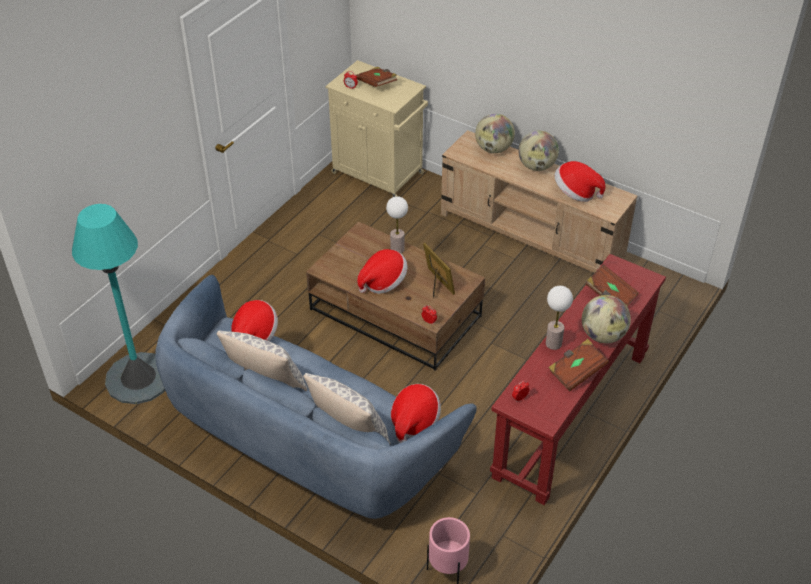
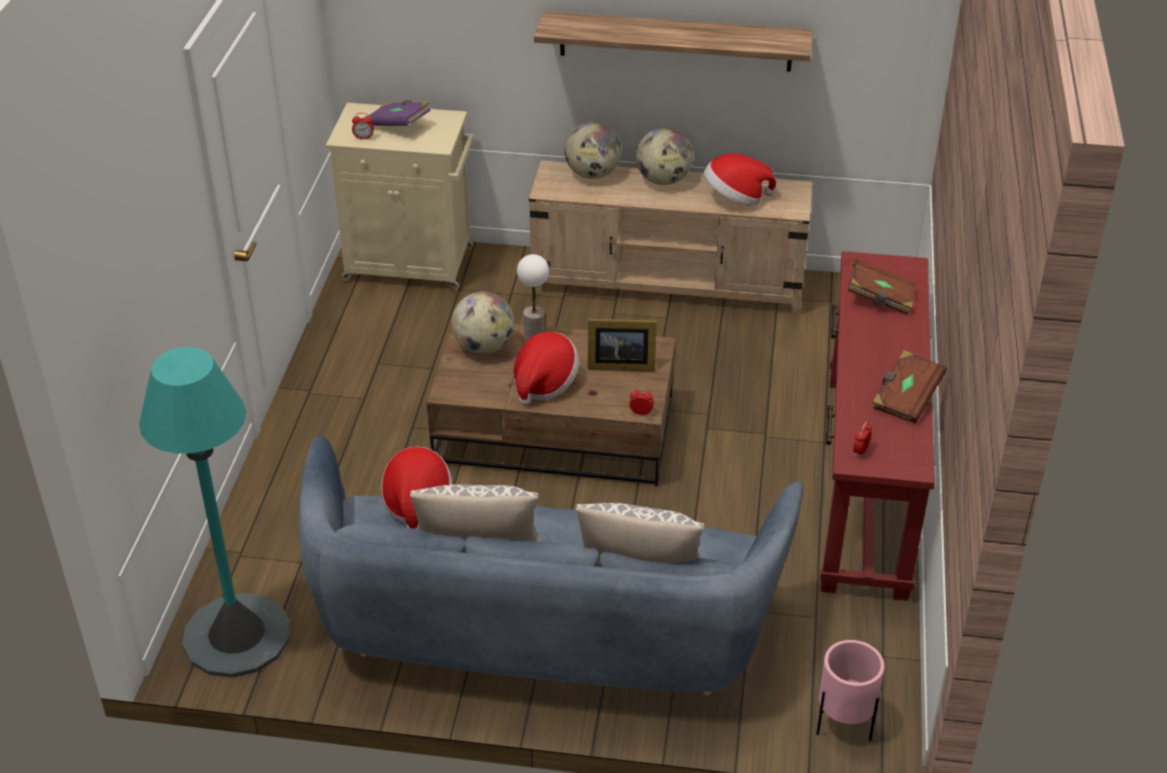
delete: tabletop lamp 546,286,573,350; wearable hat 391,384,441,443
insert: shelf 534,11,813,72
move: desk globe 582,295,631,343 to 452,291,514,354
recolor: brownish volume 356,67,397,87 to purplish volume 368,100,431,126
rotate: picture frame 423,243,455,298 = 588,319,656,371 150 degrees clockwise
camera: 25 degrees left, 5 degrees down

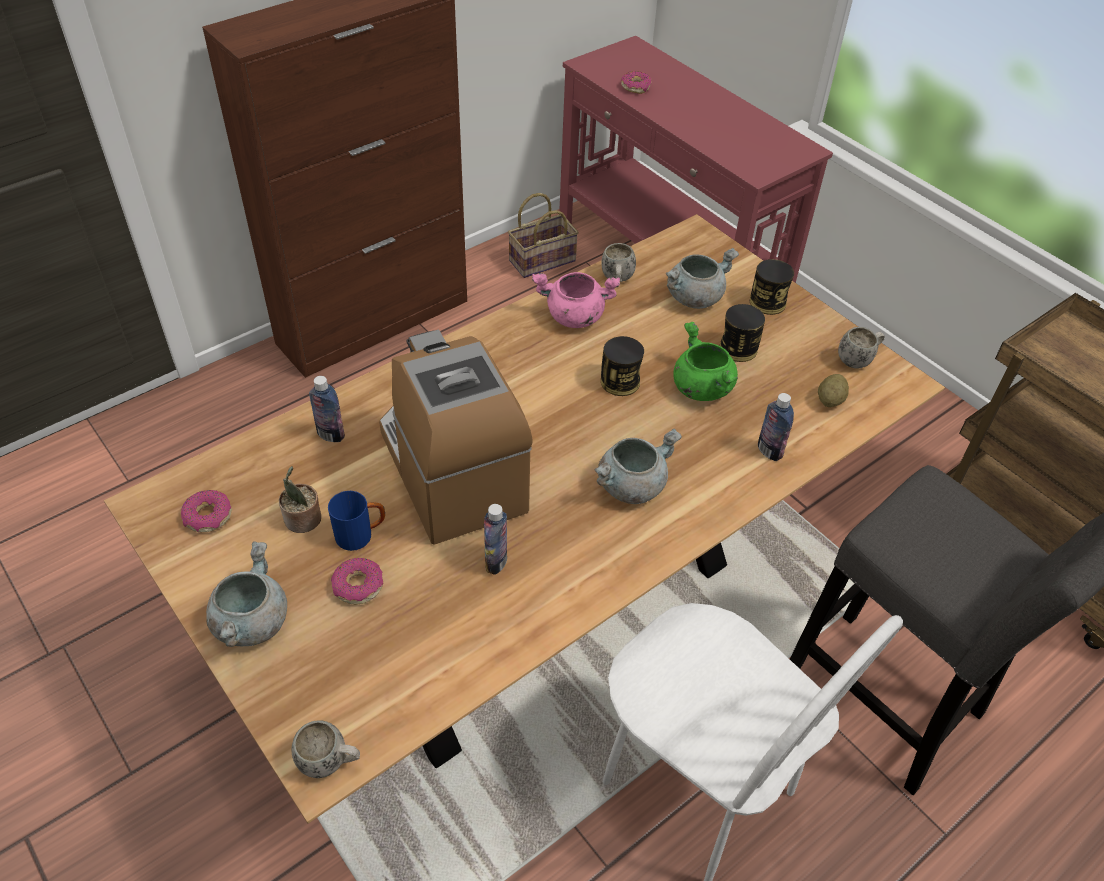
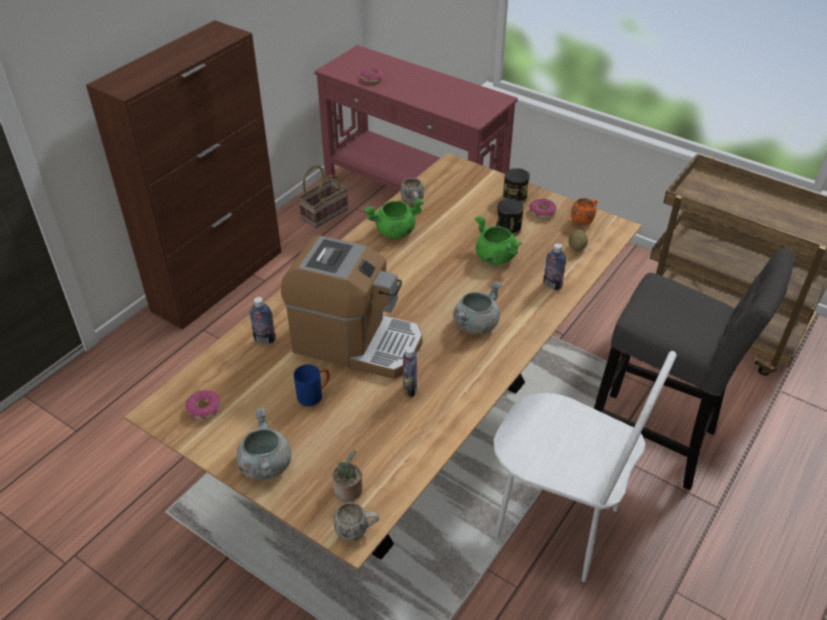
delete: gray cooking pot 666,248,739,309; metal can 601,336,644,396
move: houseplant 279,466,321,533 to 332,450,362,501; donut 331,558,383,605 to 529,199,557,219
recolor: pink-coloured cooking pot 532,272,620,328 to greenish cooking pot 364,198,424,238; white-coloured mug 838,327,885,369 to orangey mug 571,198,597,225
rotate: coffee maker 379,330,532,545 = 281,236,423,379 150 degrees clockwise
camera: 15 degrees left, 5 degrees down

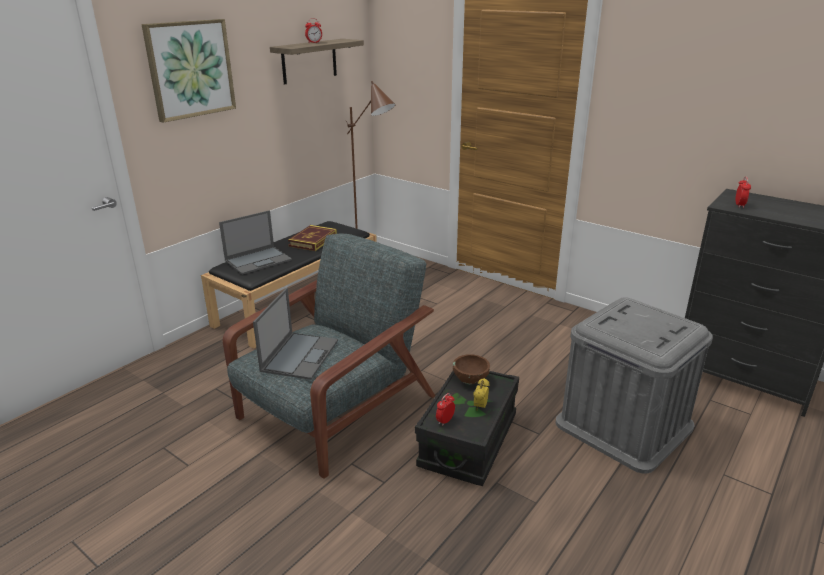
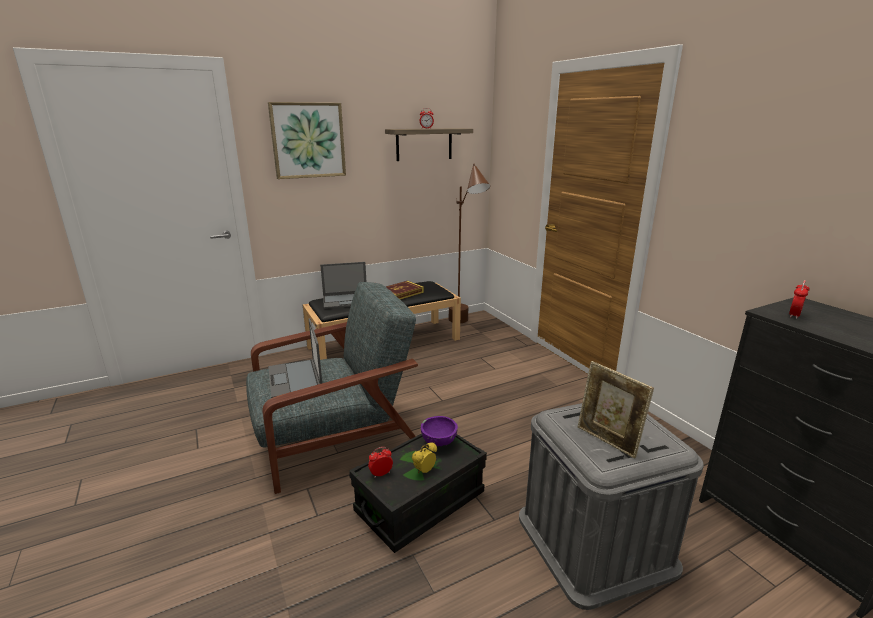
insert: picture frame 578,361,654,458
recolor: brownish deep dish 453,354,490,384 to purplish deep dish 421,416,458,446
rotate: laptop 253,288,338,380 = 268,319,322,398 120 degrees clockwise
camera: 25 degrees right, 5 degrees down

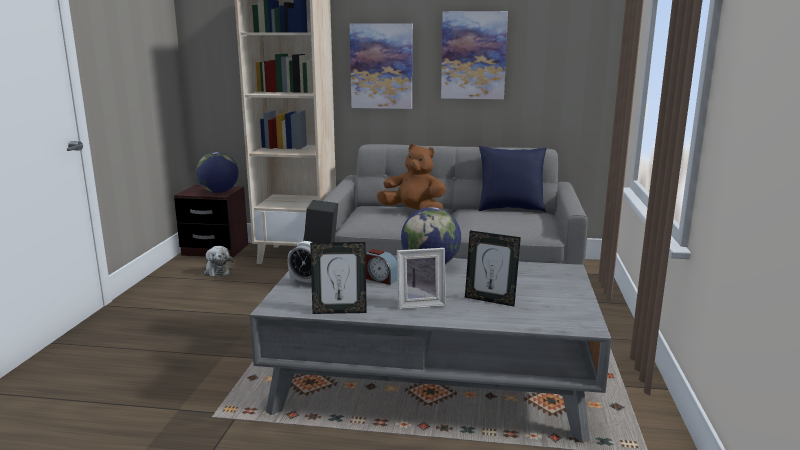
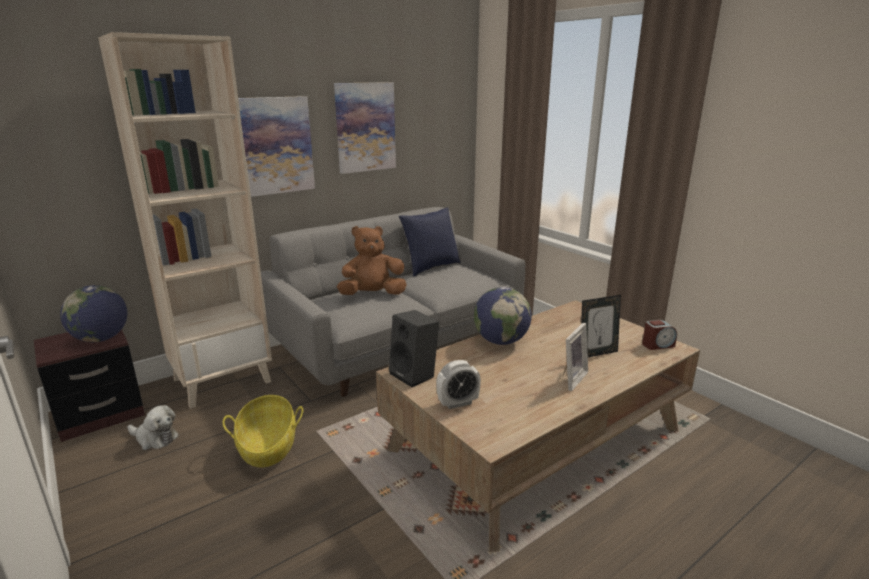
delete: picture frame 310,242,367,314
insert: household basket 223,395,303,468
move: bedside clock 366,249,397,285 to 642,320,677,350
recolor: gray lounge table 250,255,611,443 to brownish lounge table 376,300,700,552
camera: 45 degrees left, 5 degrees up

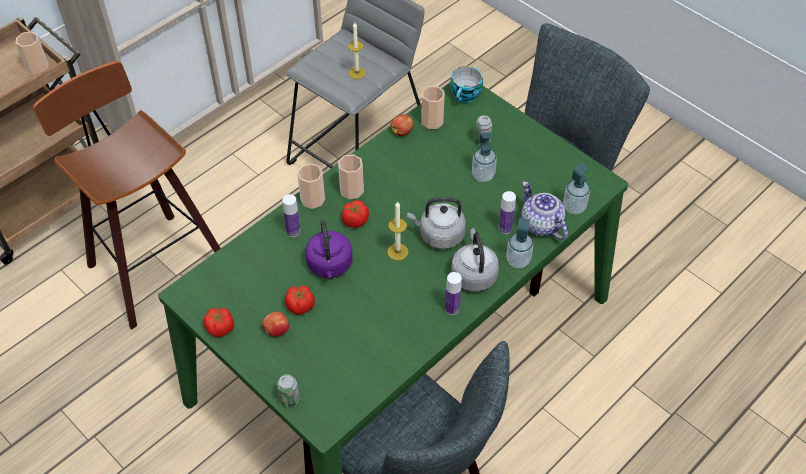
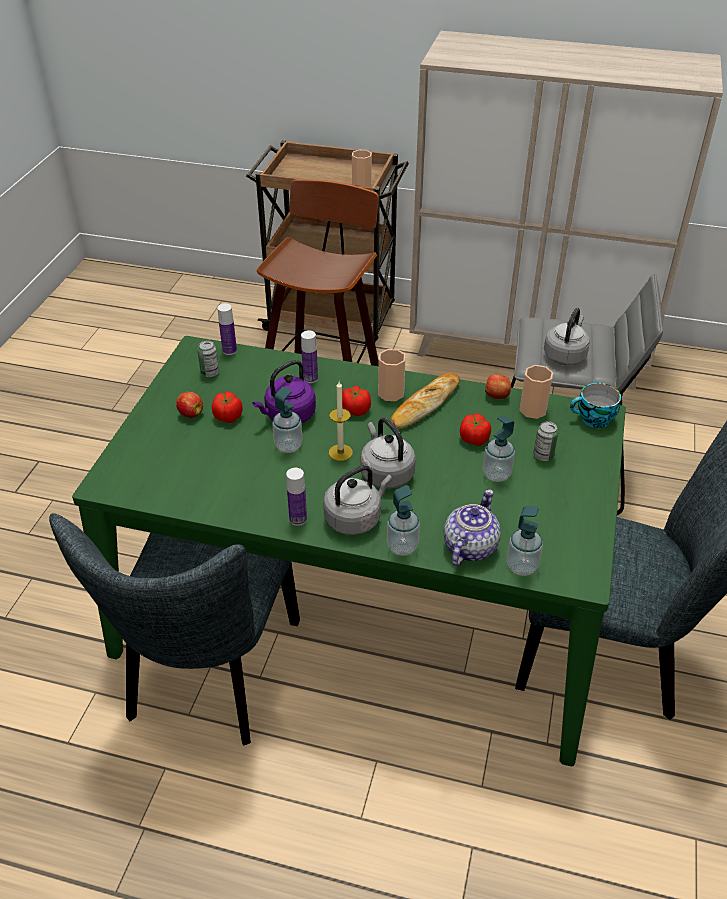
delete: small cup 297,163,325,209
insert: bread 390,373,460,429; soap bottle 272,386,302,453
move: drink bottle 498,191,516,234 to 217,304,237,355; whole tomato 203,308,234,337 to 460,413,491,446; metal can 277,374,299,408 to 197,341,219,378
replace: candle 348,22,366,79 to gray kettle 544,308,590,365
camera: 60 degrees right, 10 degrees down

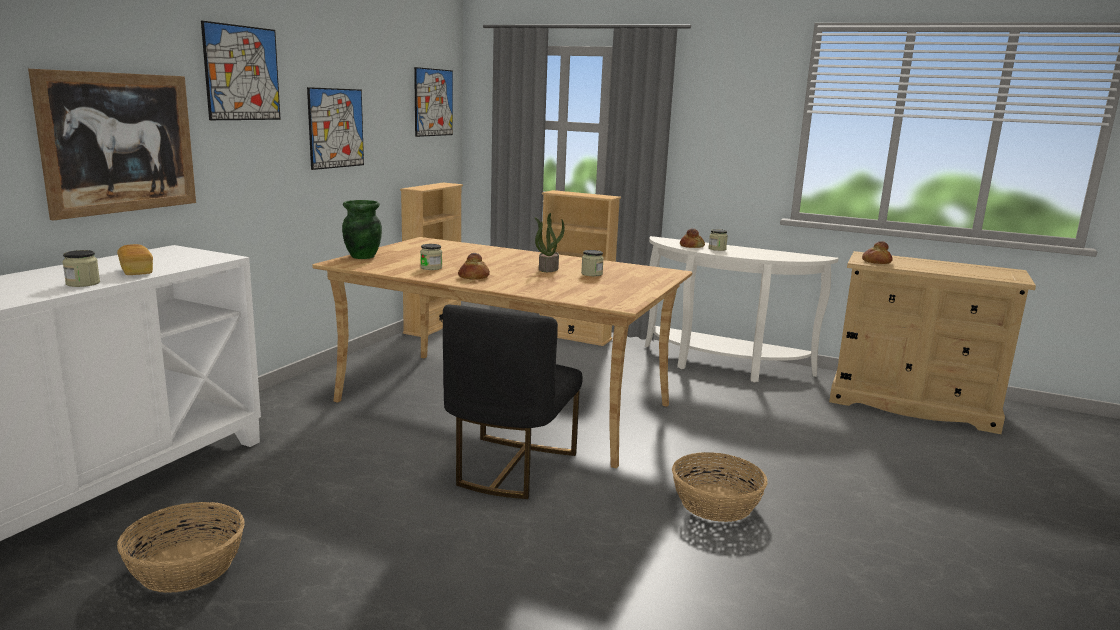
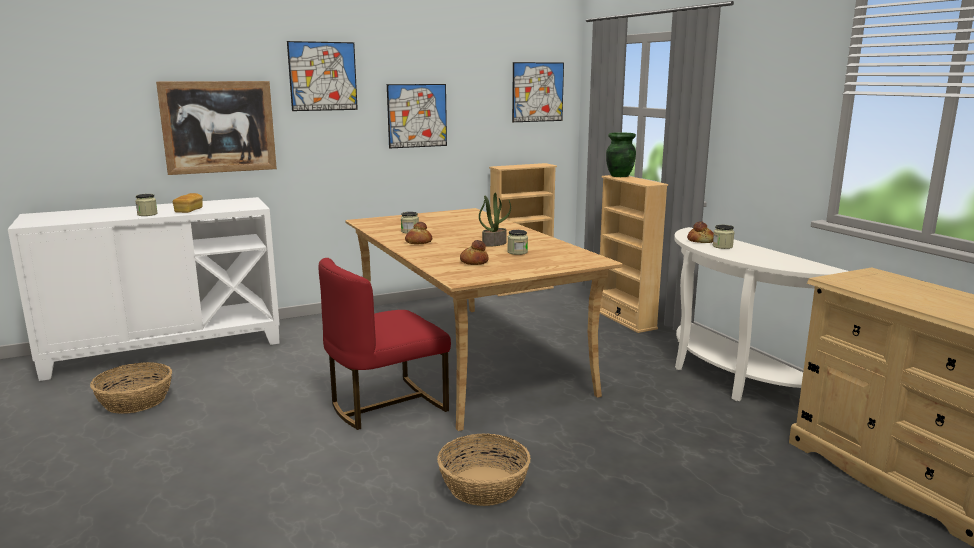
move: greenish decorative vase 342,200,382,259 to 606,132,636,177; bread 862,241,892,264 to 460,240,489,265
recolor: black-coloured chair 443,305,583,499 to red chair 319,258,451,430
camera: 40 degrees right, 0 degrees up

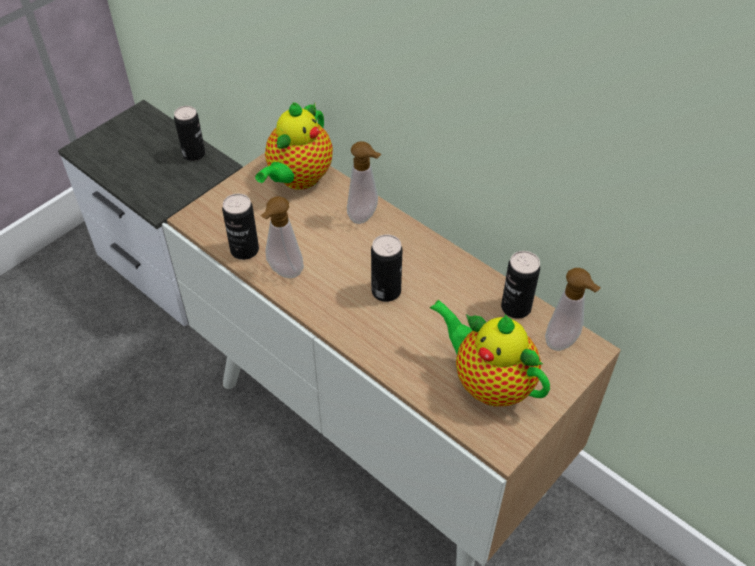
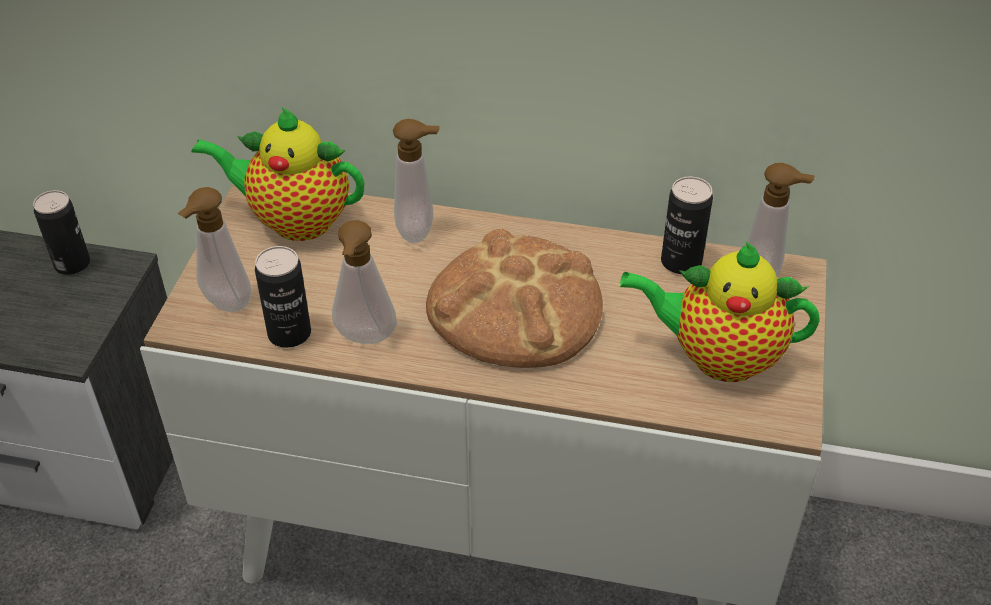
insert: soap bottle 177,187,251,312
replace: metal can 371,234,402,302 to bread 426,229,603,368
rotate: tea pot 255,102,333,190 = 191,106,364,241 105 degrees clockwise
camera: 30 degrees left, 5 degrees down

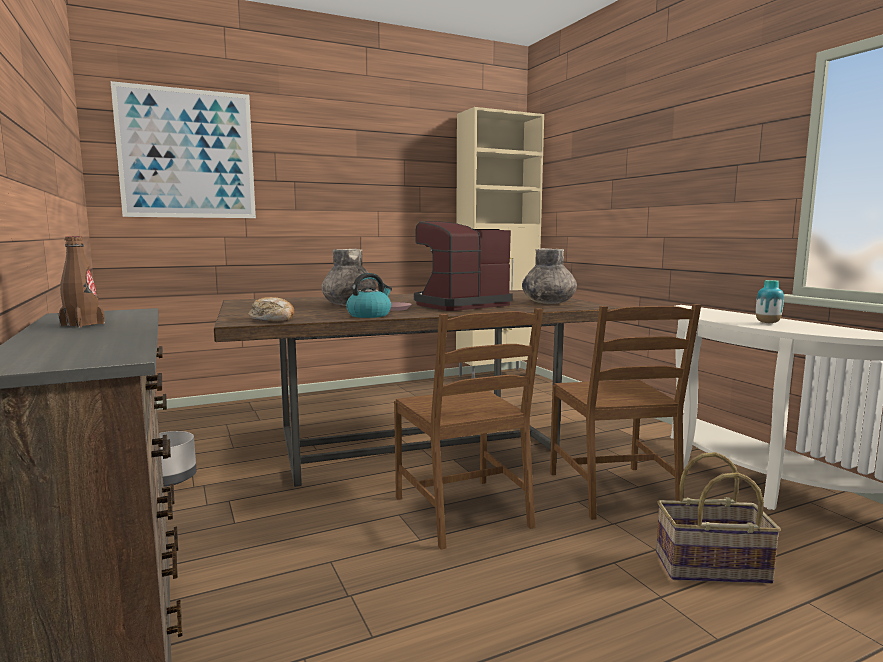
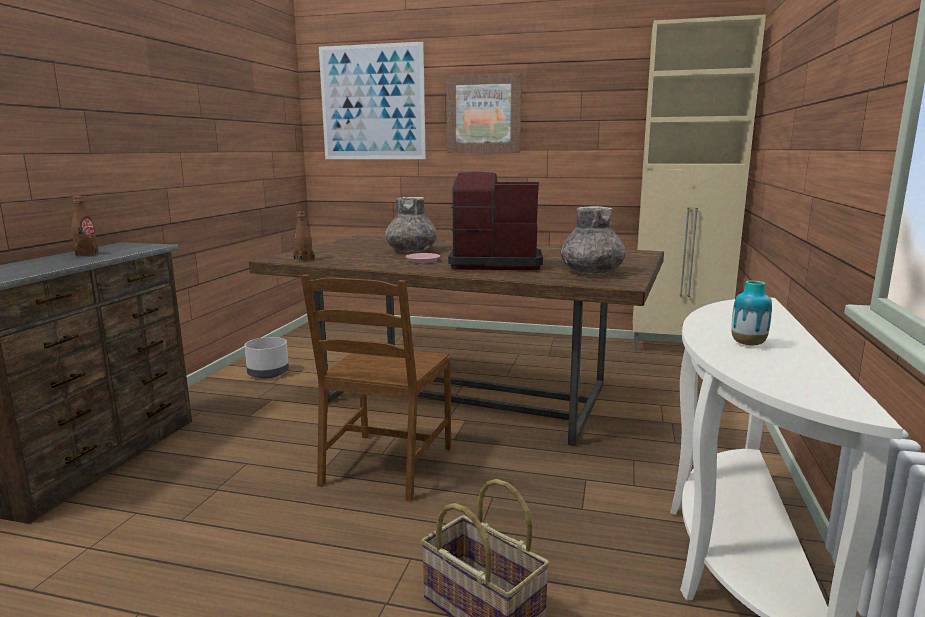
delete: kettle 346,273,392,318; brownish chair 550,304,701,520
insert: wall picture 446,73,522,153
replace: bread 249,297,294,321 to brownish drink bottle 293,212,314,262
camera: 40 degrees right, 5 degrees up

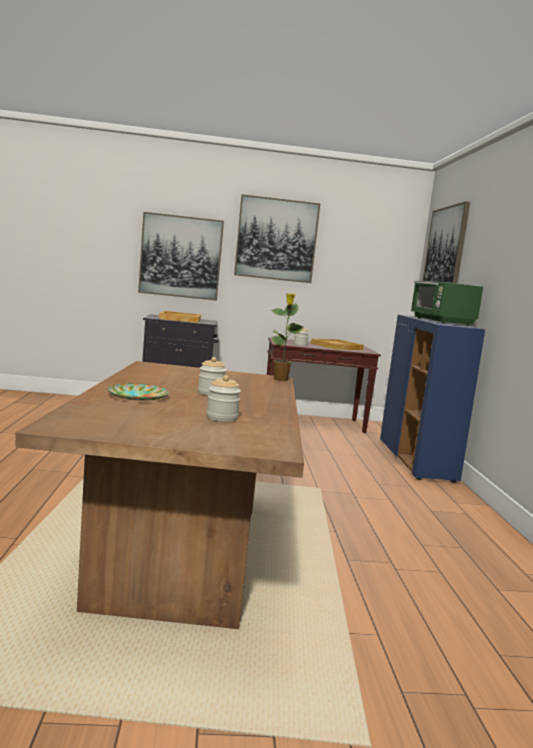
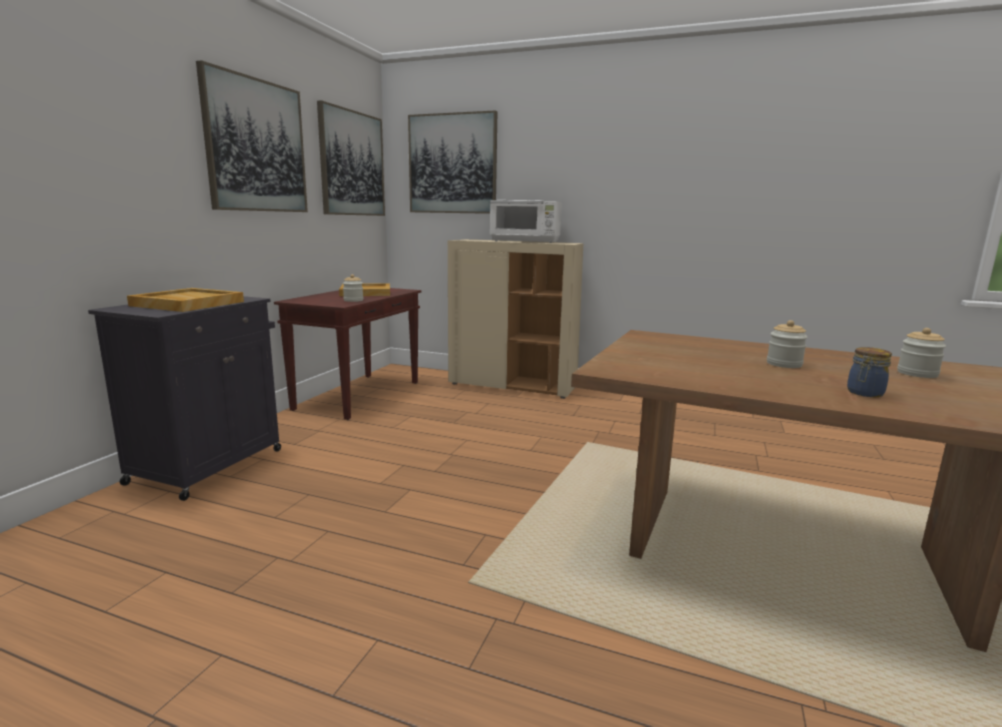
delete: houseplant 270,293,303,381
move: wall picture 138,212,224,301 to 317,100,385,216
replace: flat dish 107,384,169,401 to preserve jar 847,347,892,397
recolor: greenish microwave oven 411,281,483,326 to white-coloured microwave oven 490,200,562,243; blue storage cabinet 380,315,485,483 to sand-coloured storage cabinet 448,239,583,399
camera: 65 degrees left, 5 degrees up

